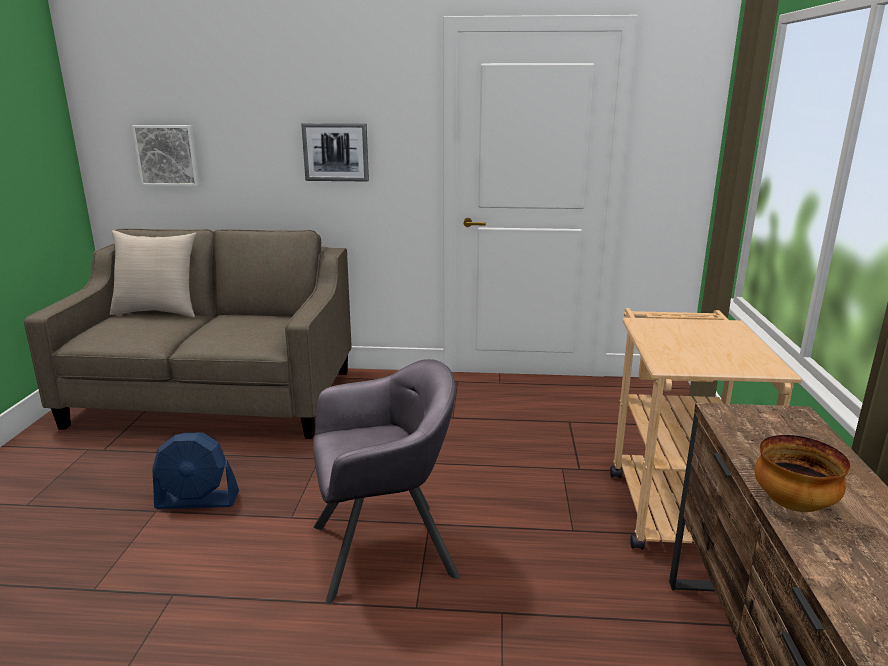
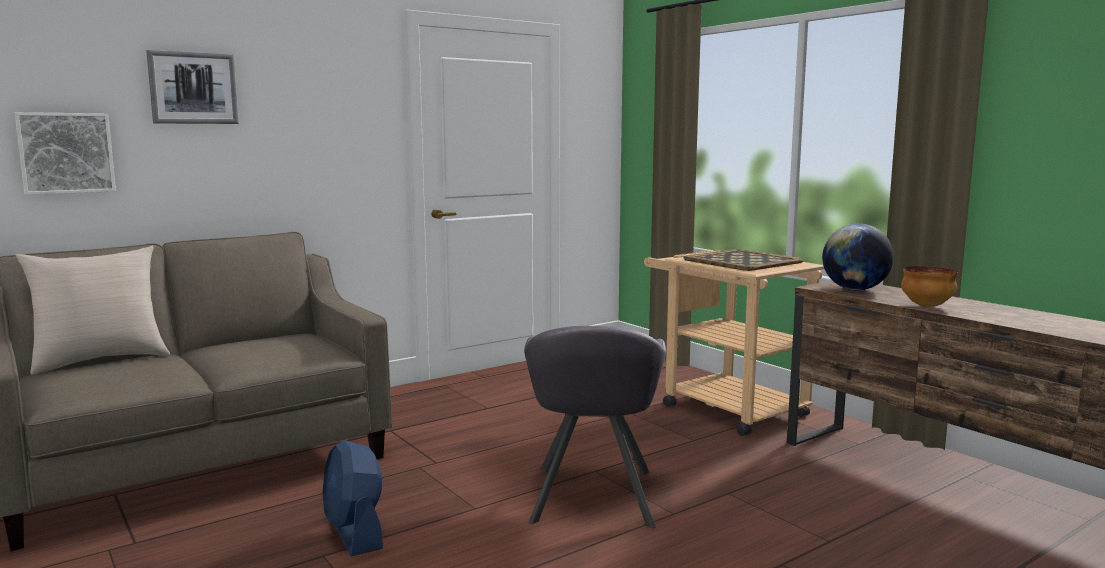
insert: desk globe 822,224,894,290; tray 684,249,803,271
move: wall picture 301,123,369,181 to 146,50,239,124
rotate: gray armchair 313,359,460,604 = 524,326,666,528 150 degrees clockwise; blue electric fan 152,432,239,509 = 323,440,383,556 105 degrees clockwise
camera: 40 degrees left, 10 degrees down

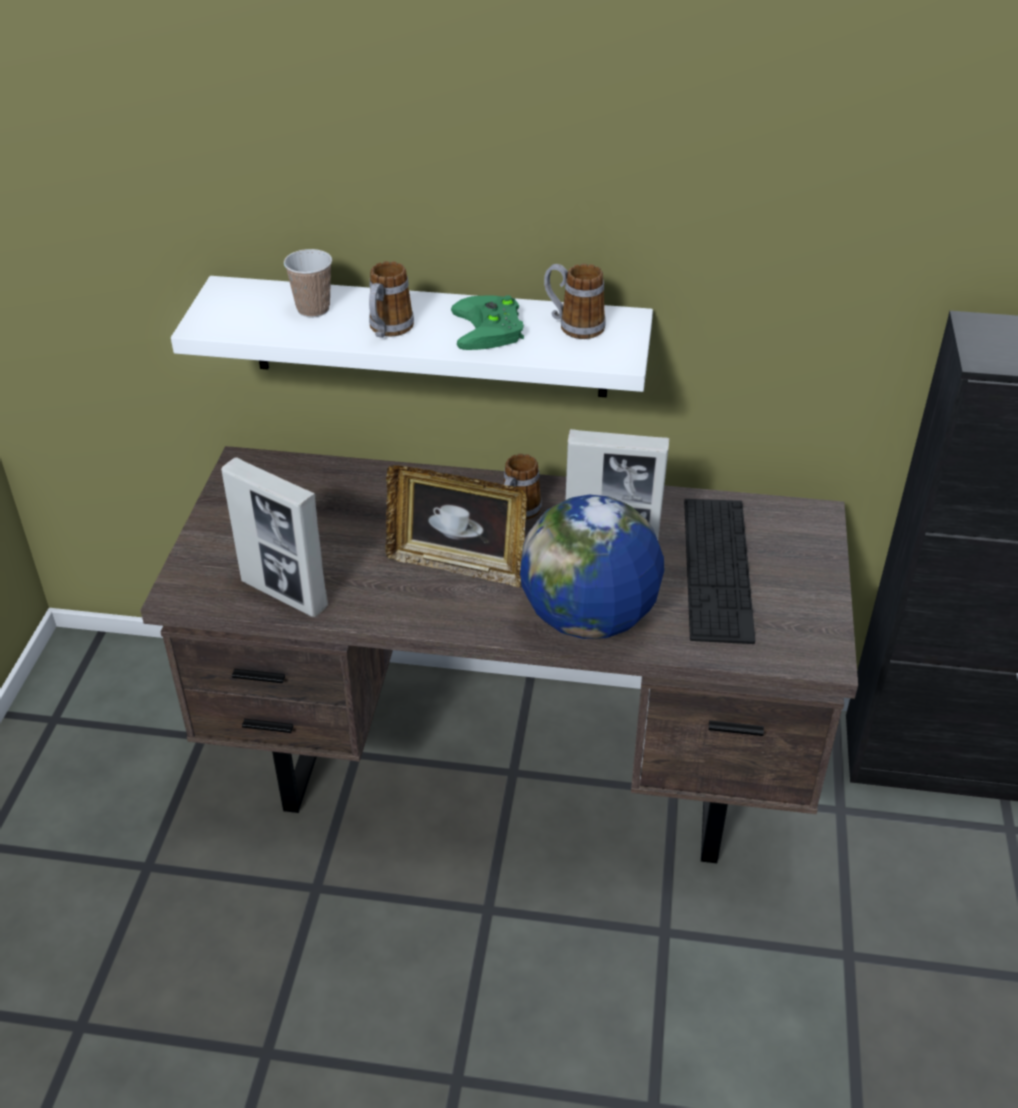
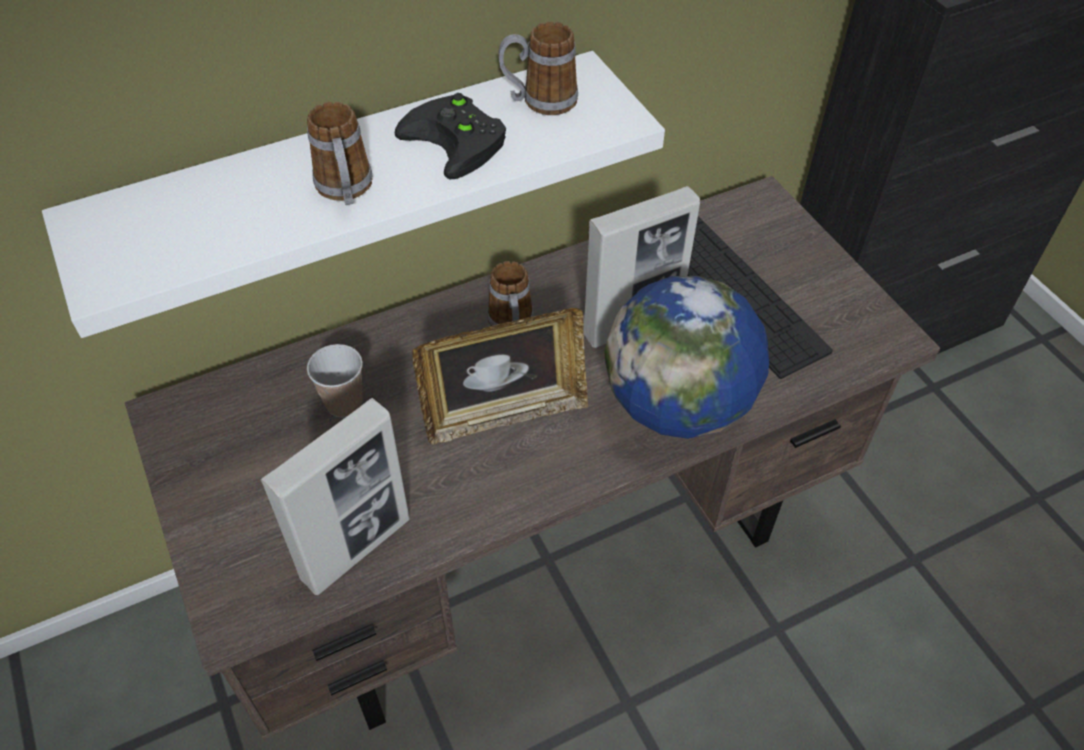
move: small cup 284,249,332,317 to 307,344,363,418
recolor: greenish gamepad 451,295,524,350 to black-coloured gamepad 395,93,506,179
rotate: picture frame 221,457,328,617 = 261,398,410,595 45 degrees counterclockwise
camera: 35 degrees left, 10 degrees up

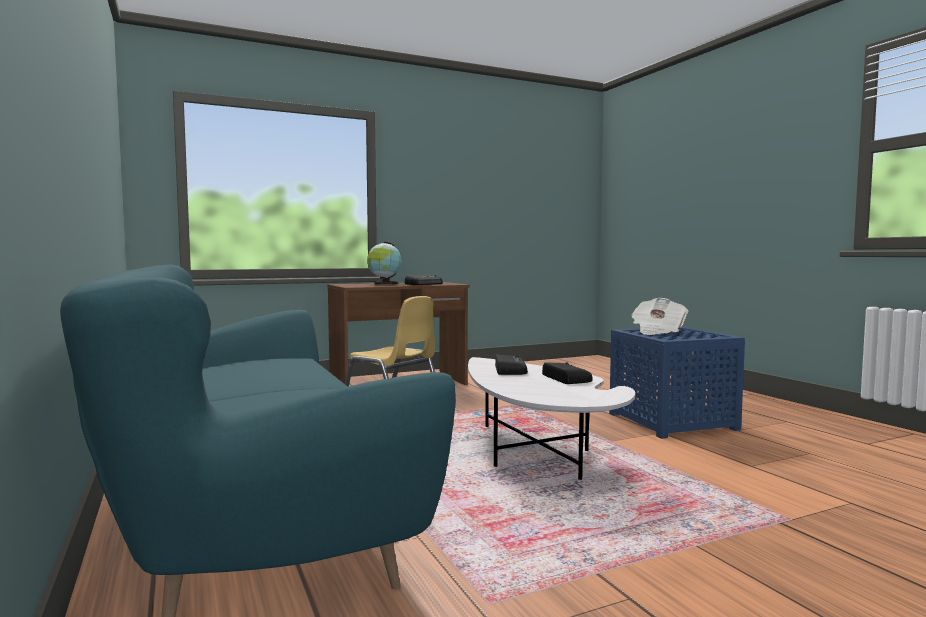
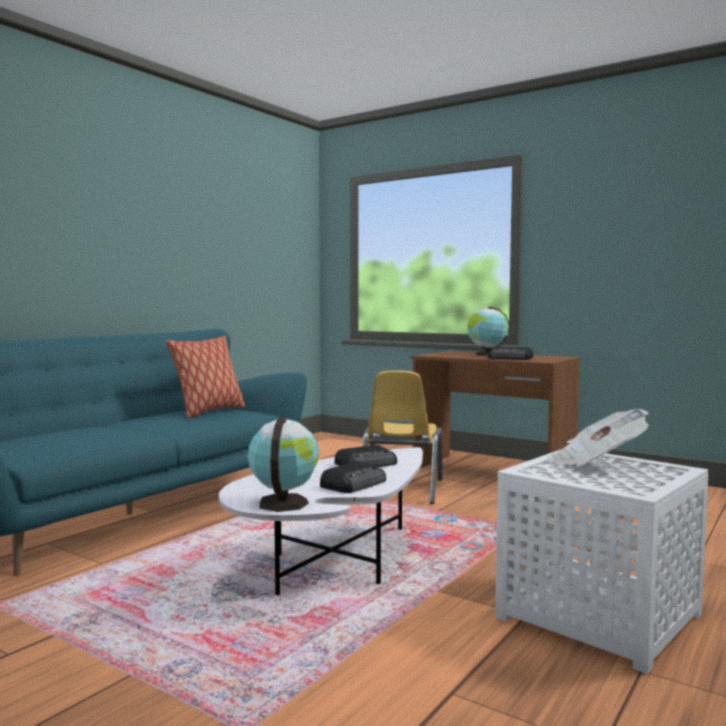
insert: throw pillow 166,336,246,418; desk globe 248,417,319,512
recolor: blue accent table 609,327,745,439 to white-coloured accent table 495,450,708,674
camera: 60 degrees right, 0 degrees up

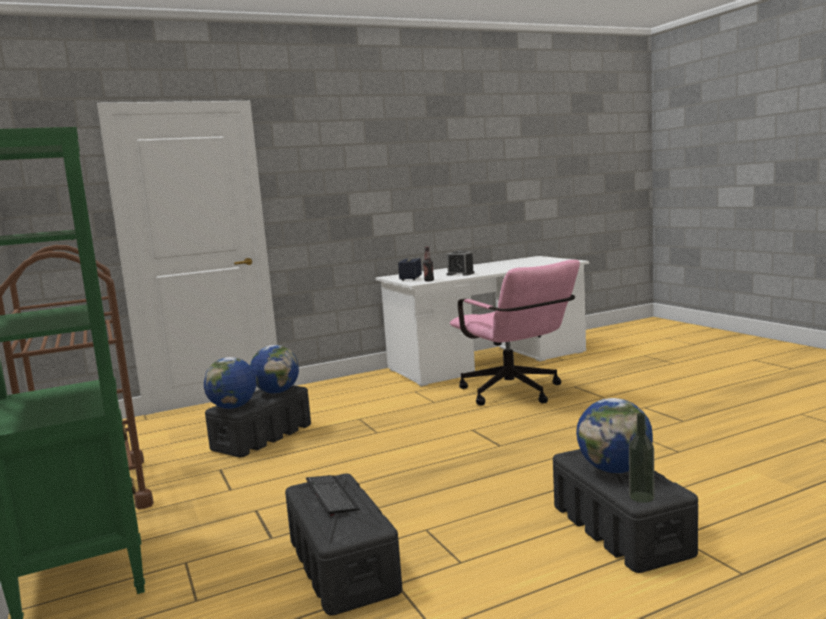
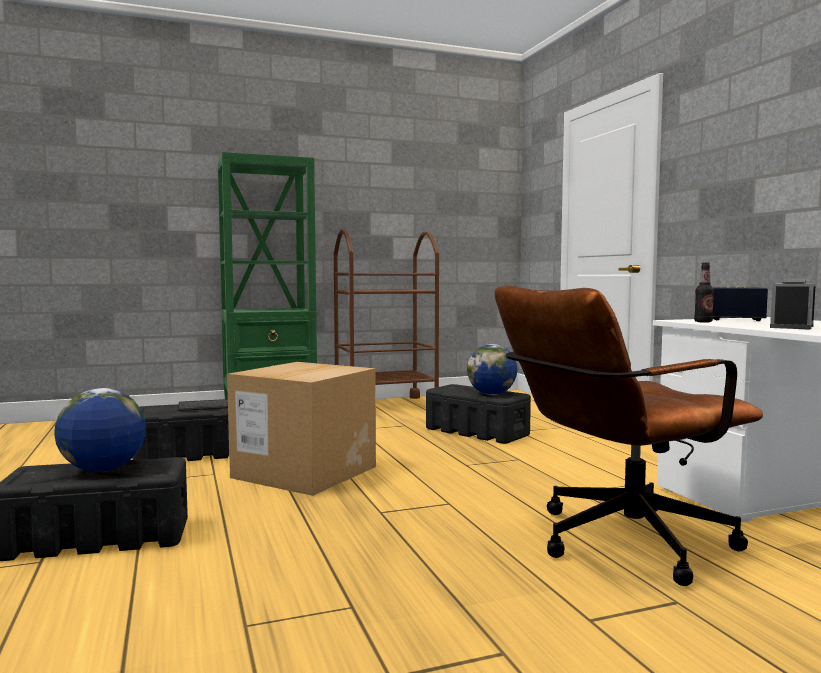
delete: desk globe 204,357,257,409; drink bottle 629,413,655,503
insert: carton 227,362,376,496
recolor: pink-coloured computer chair 450,260,580,405 to brownish computer chair 495,286,763,586
camera: 95 degrees right, 5 degrees down

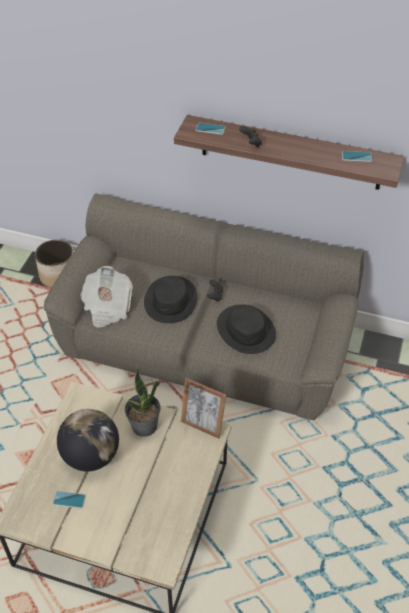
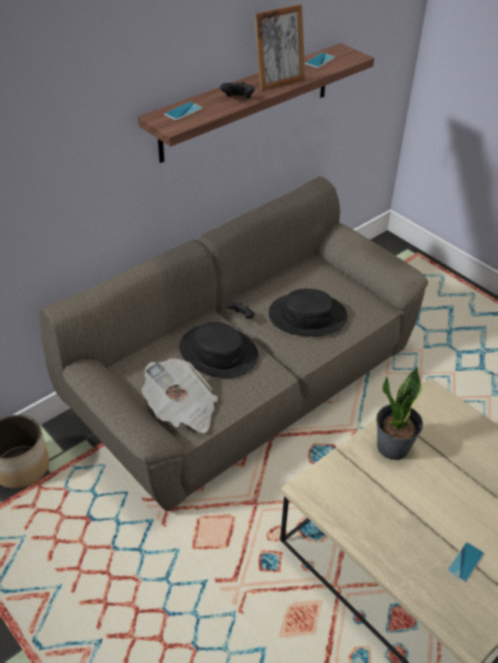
delete: desk globe 57,409,119,471
move: picture frame 181,378,226,439 to 255,4,305,91
camera: 60 degrees left, 5 degrees down

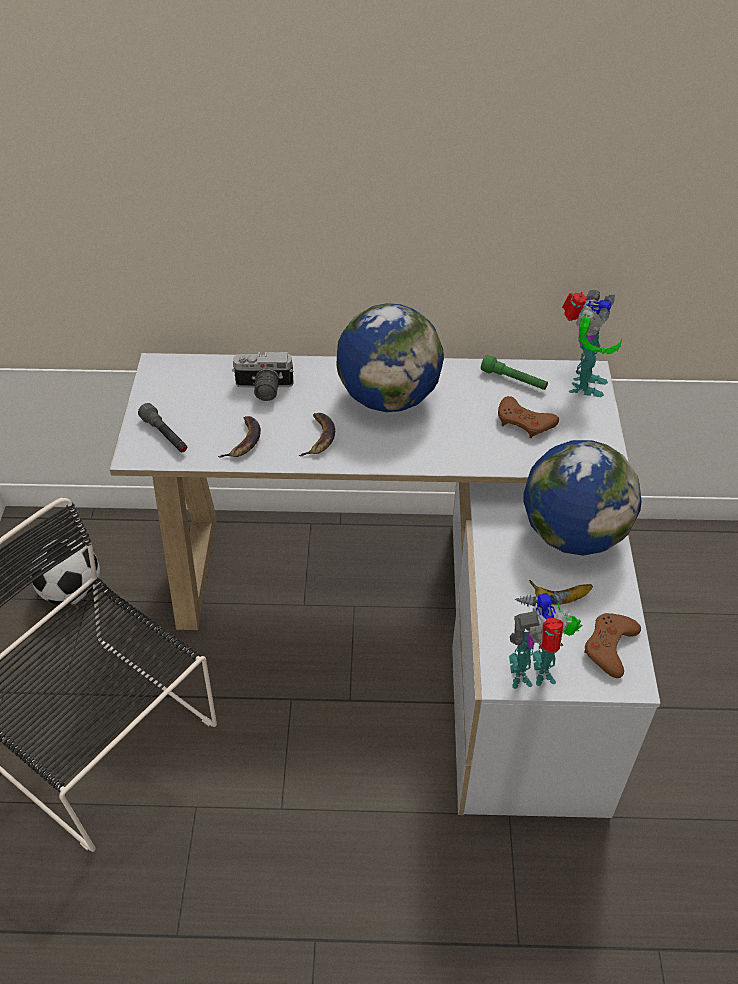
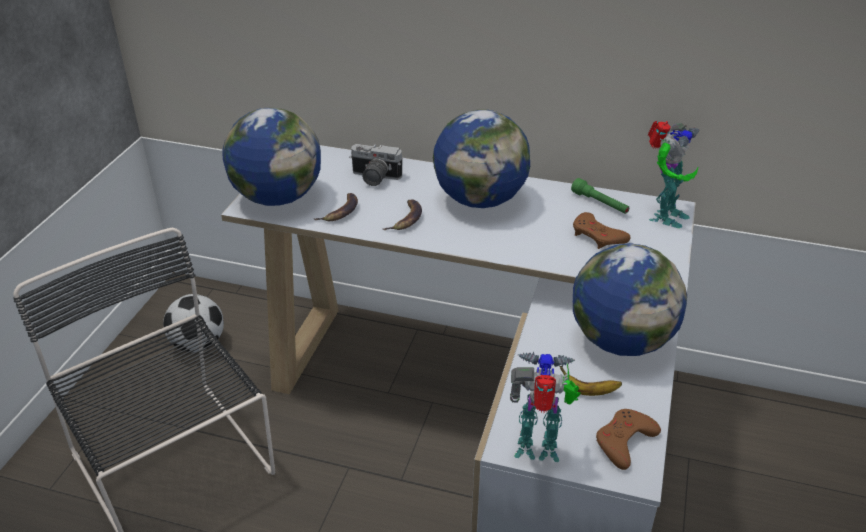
replace: gray torch 138,403,187,452 to desk globe 222,107,321,206
camera: 15 degrees right, 10 degrees down

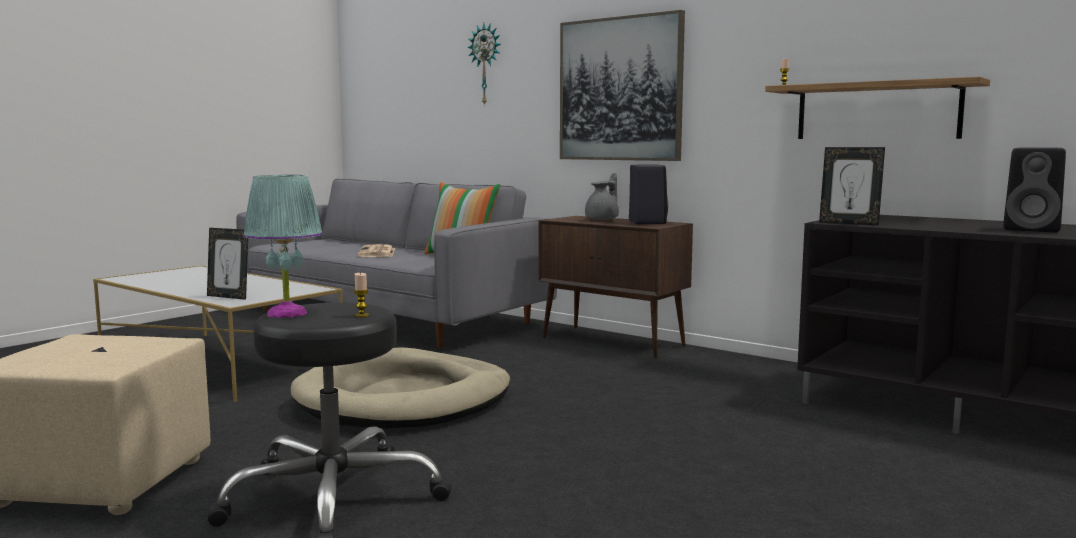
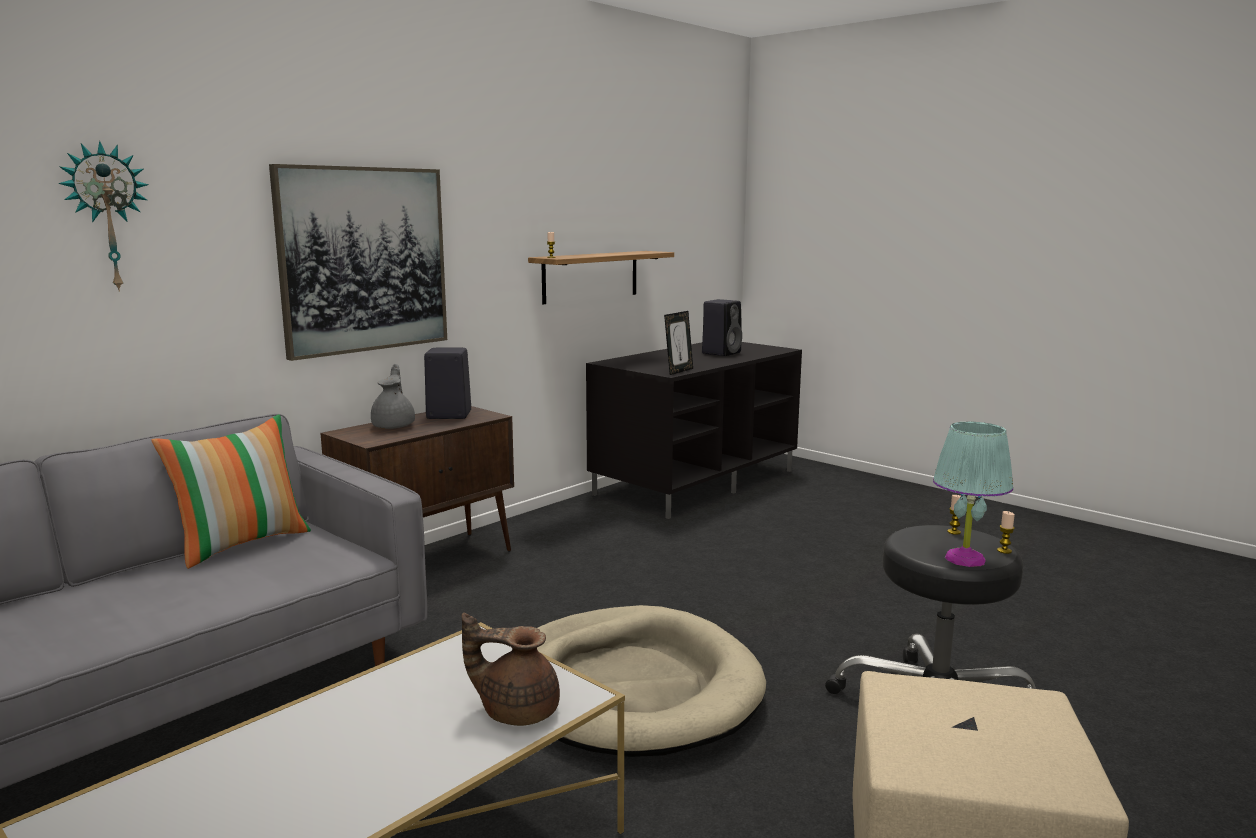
delete: newspaper 357,244,395,257
insert: candle 997,511,1015,554
replace: picture frame 207,228,248,300 to brownish tea pot 462,613,560,726
rotate: gray tea pot 585,173,619,220 = 371,364,415,429 45 degrees clockwise
camera: 85 degrees left, 5 degrees up

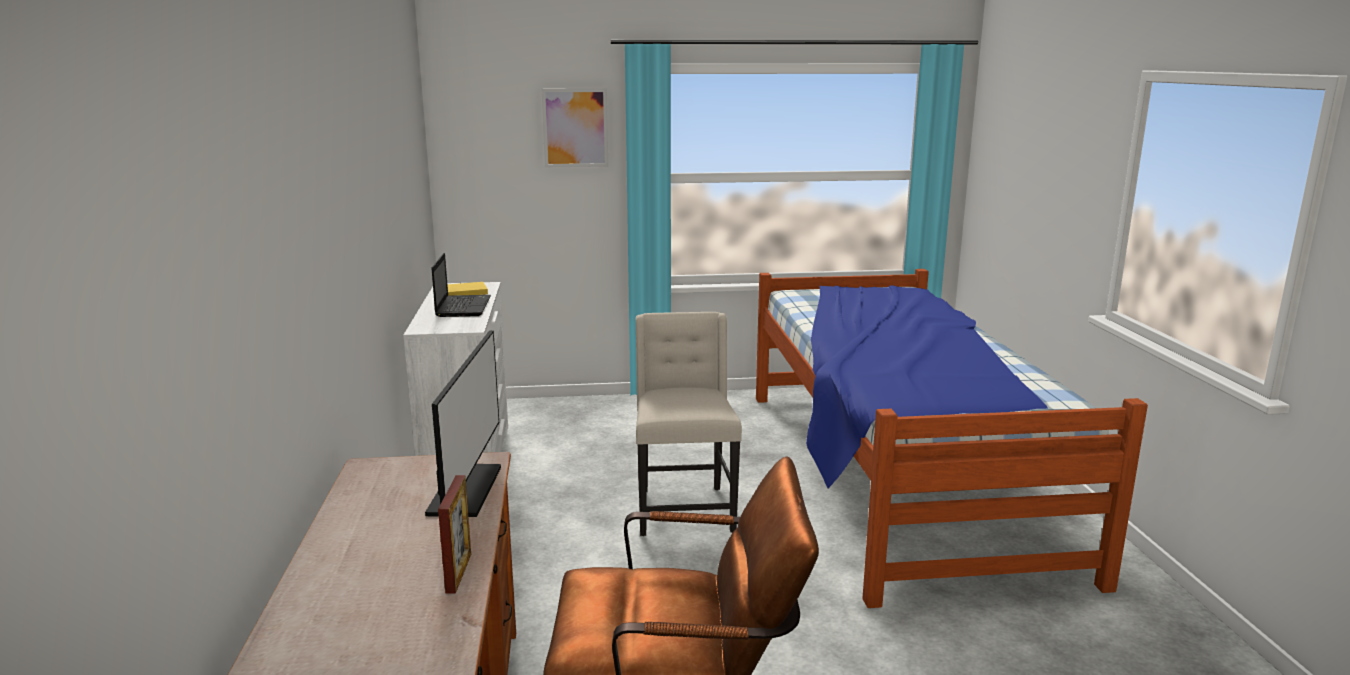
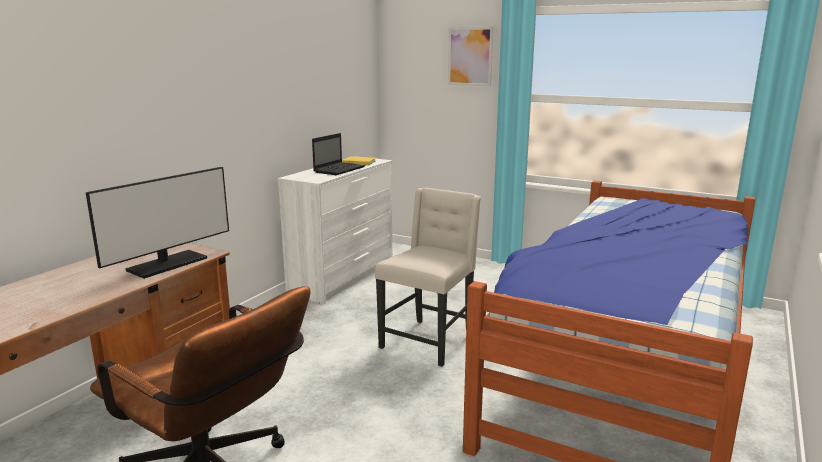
delete: picture frame 438,475,471,594
camera: 35 degrees right, 0 degrees up

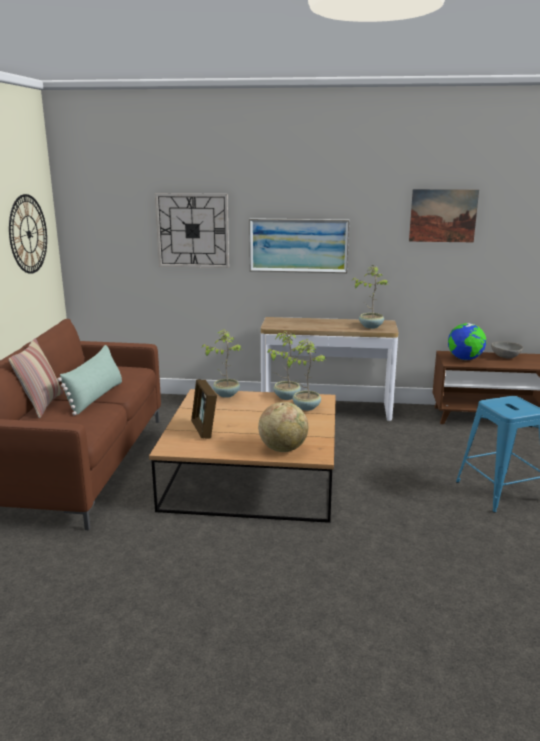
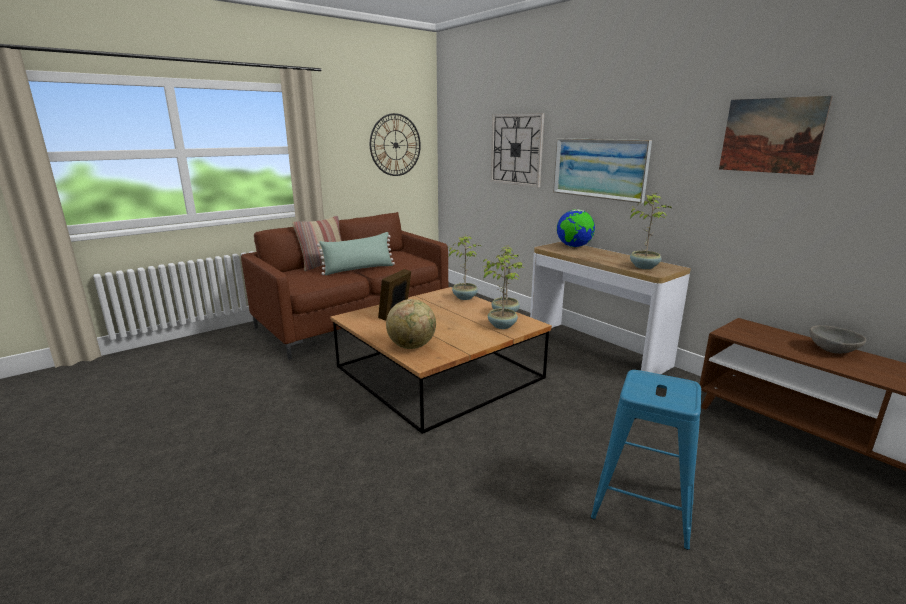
move: desk globe 448,323,486,360 to 557,209,595,247
camera: 45 degrees right, 0 degrees up

